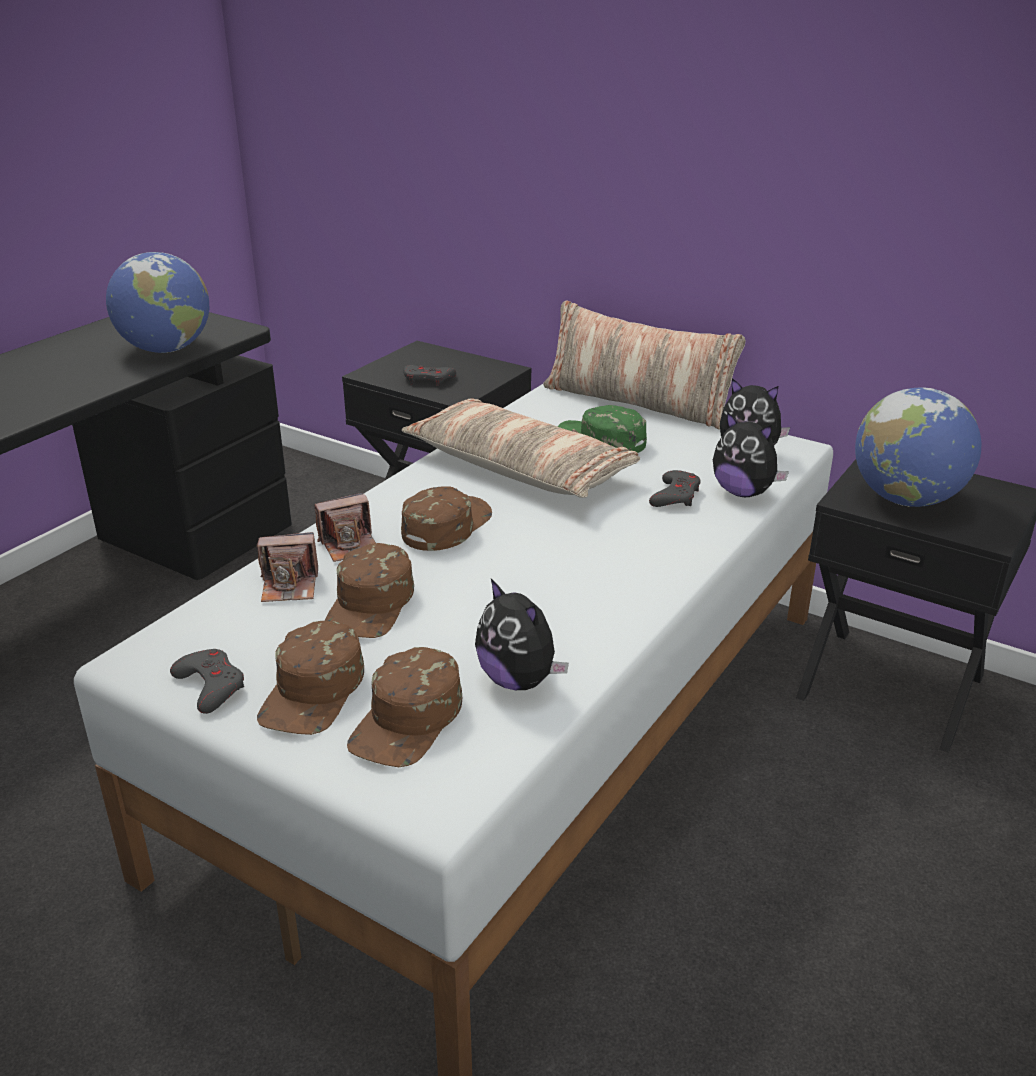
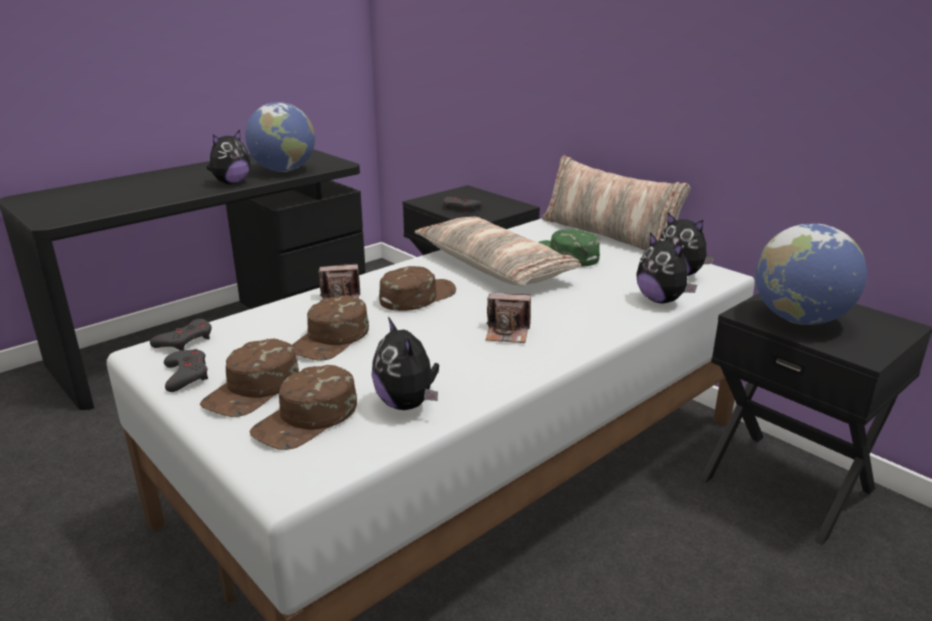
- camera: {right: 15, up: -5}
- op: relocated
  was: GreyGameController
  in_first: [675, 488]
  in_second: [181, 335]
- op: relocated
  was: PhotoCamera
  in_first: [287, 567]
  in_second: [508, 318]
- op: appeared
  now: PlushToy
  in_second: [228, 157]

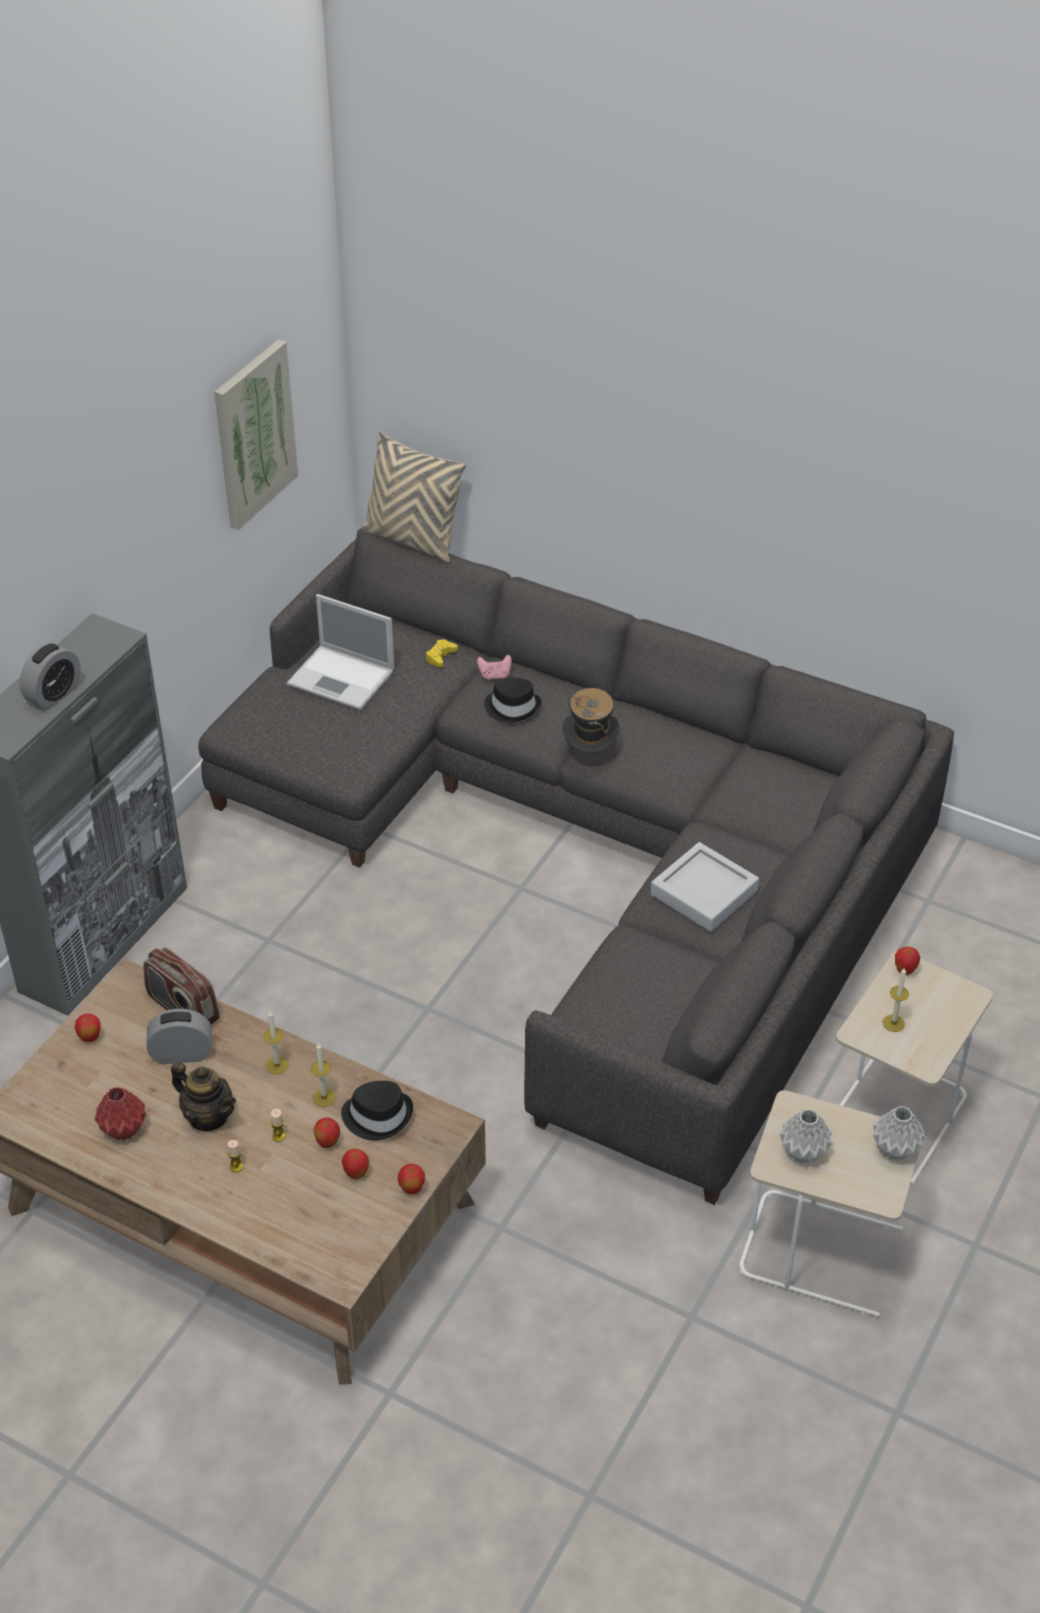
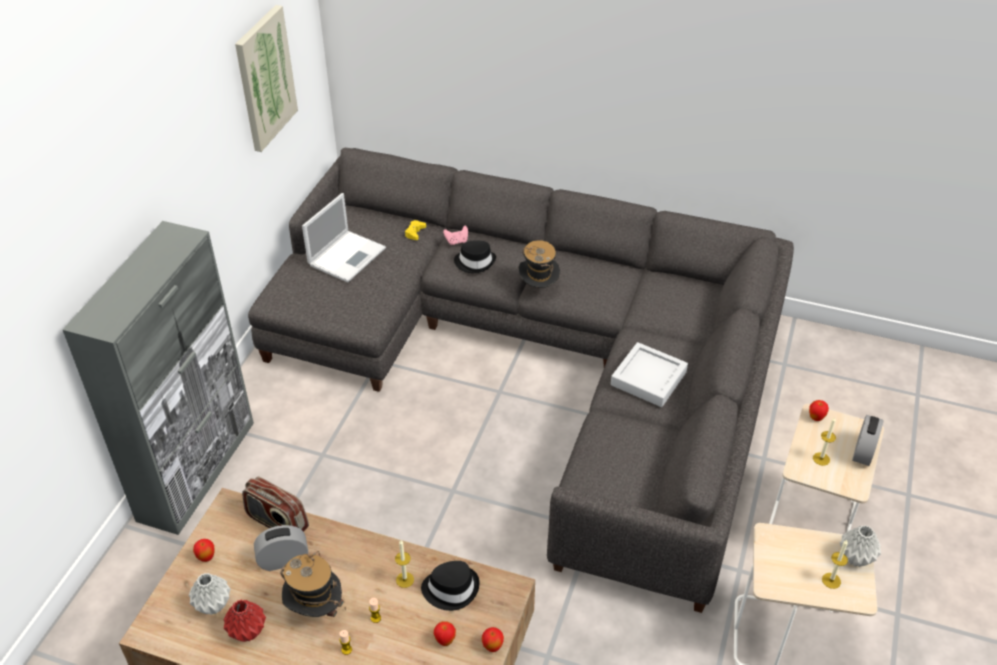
- camera: {right: -10, up: 0}
- op: missing
  was: BeigePillow
  in_first: [413, 496]
- op: spun
  was: Laptop
  in_first: [340, 652]
  in_second: [344, 238]
  clockwise: -75
- op: relocated
  was: AlarmClock
  in_first: [50, 676]
  in_second: [867, 440]
- op: relocated
  was: Candle
  in_first: [276, 1042]
  in_second: [835, 564]
- op: exchanged
  was: Teapot
  now: Hat
  in_first: [203, 1096]
  in_second: [313, 584]
- op: relocated
  was: GreyVase
  in_first: [806, 1136]
  in_second: [210, 594]
- op: missing
  was: Apple
  in_first: [327, 1132]

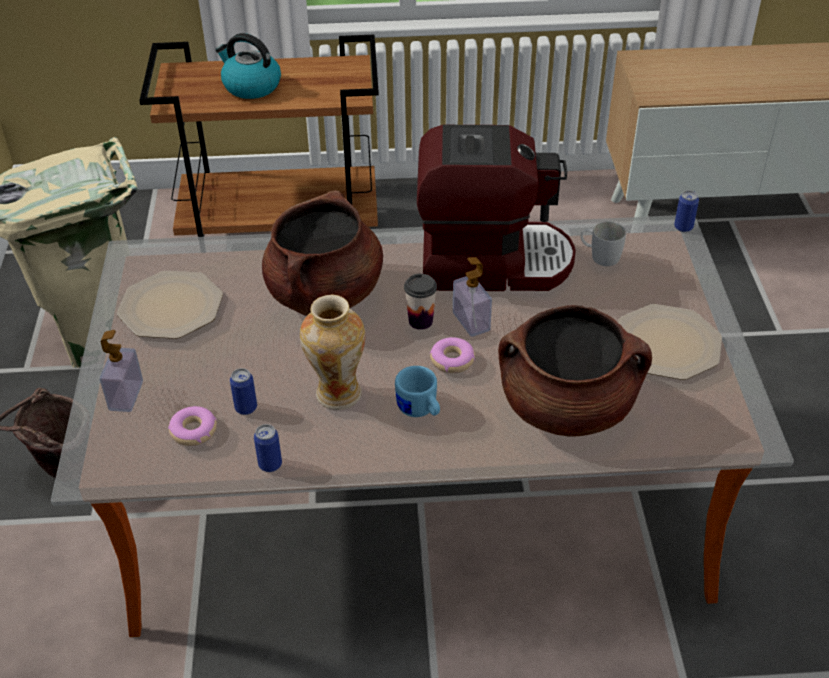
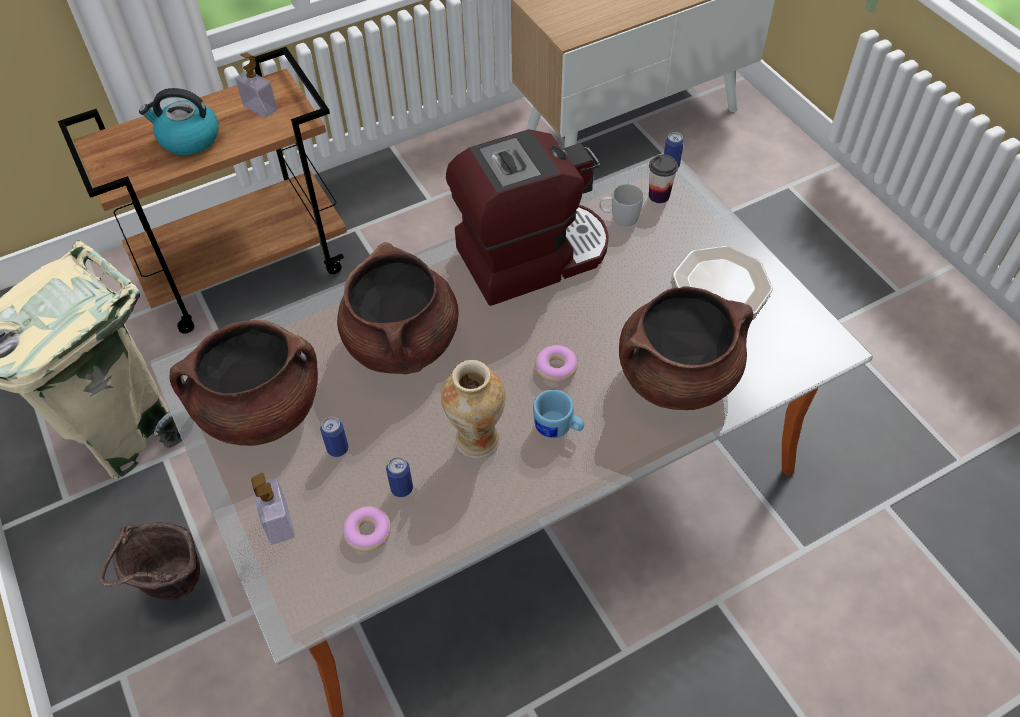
- camera: {right: -25, up: 10}
- op: relocated
  was: SoapDispenser
  in_first: [472, 297]
  in_second: [256, 85]
- op: exchanged
  was: Plate
  now: BrownCookingPot
  in_first: [170, 305]
  in_second: [243, 383]
- op: relocated
  was: Cup
  in_first: [420, 302]
  in_second: [663, 178]
- op: relocated
  was: Can
  in_first: [268, 448]
  in_second: [334, 437]

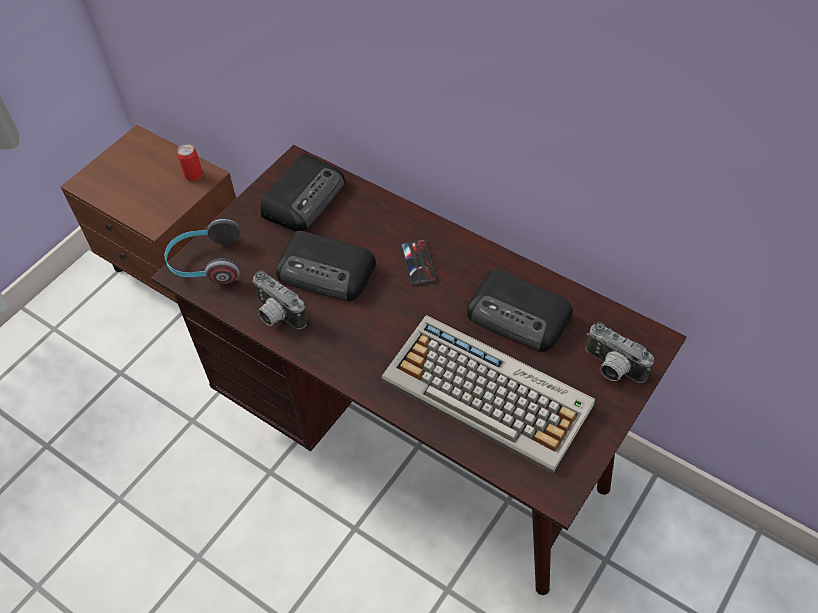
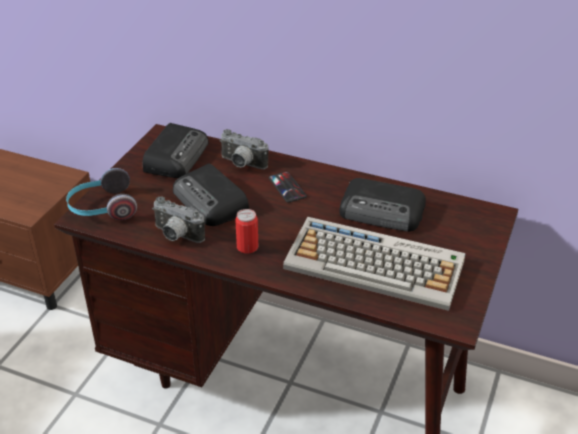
- camera: {right: -15, up: -15}
- op: relocated
  was: Can
  in_first: [190, 162]
  in_second: [246, 231]
- op: spun
  was: Radio
  in_first: [326, 266]
  in_second: [211, 195]
  clockwise: 45
- op: relocated
  was: PhotoCamera
  in_first: [620, 352]
  in_second: [243, 149]

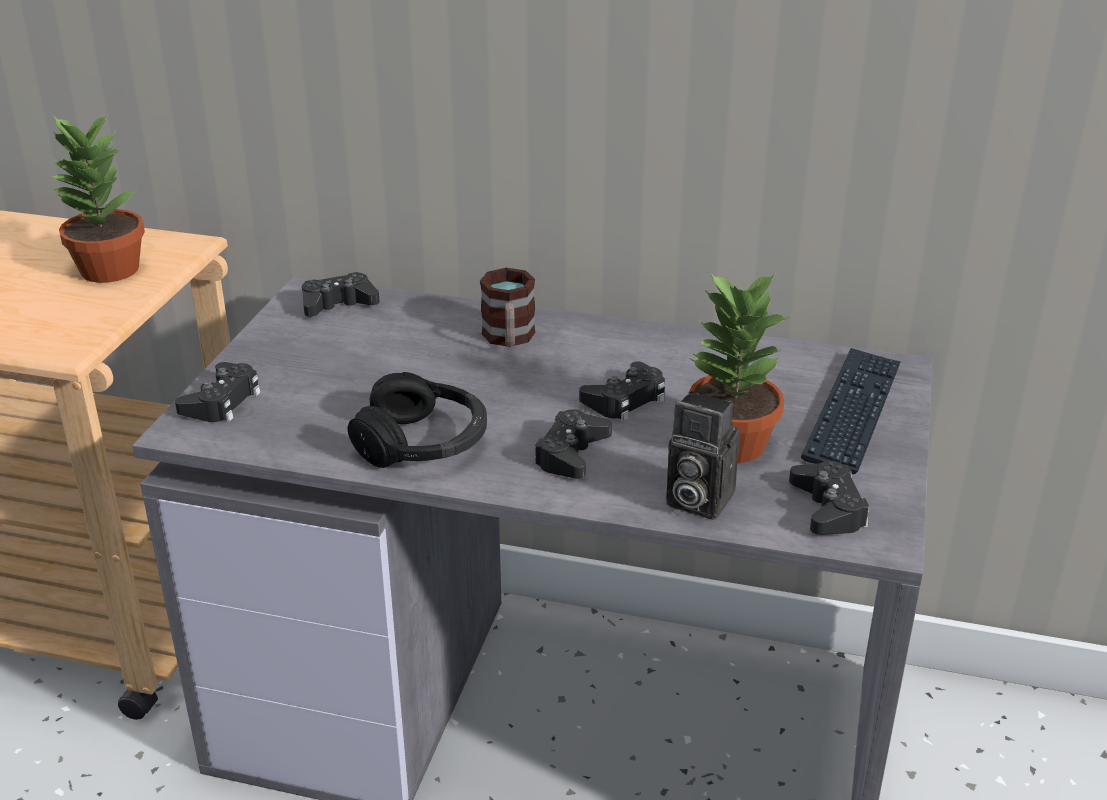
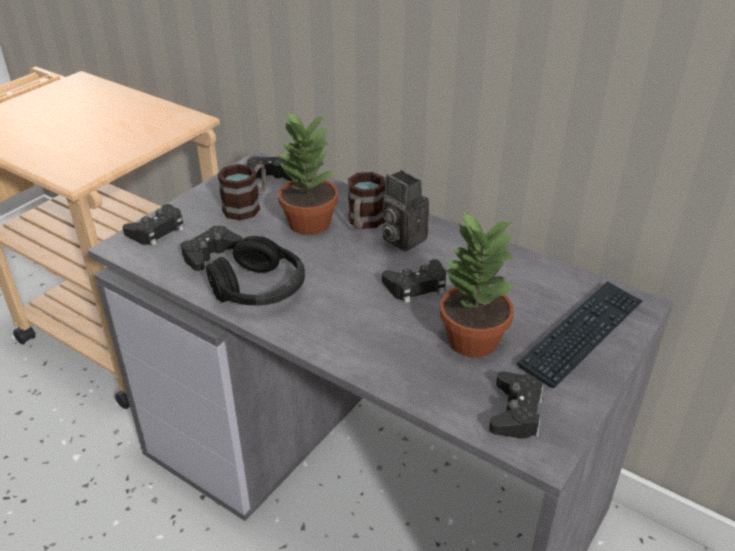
- camera: {right: 20, up: 5}
- op: relocated
  was: PottedPlant
  in_first: [96, 198]
  in_second: [307, 173]
- op: relocated
  was: PhotoCamera
  in_first: [703, 455]
  in_second: [405, 211]
- op: relocated
  was: BlackGameController
  in_first: [572, 444]
  in_second: [212, 248]
- op: appeared
  now: Mug
  in_second: [241, 192]

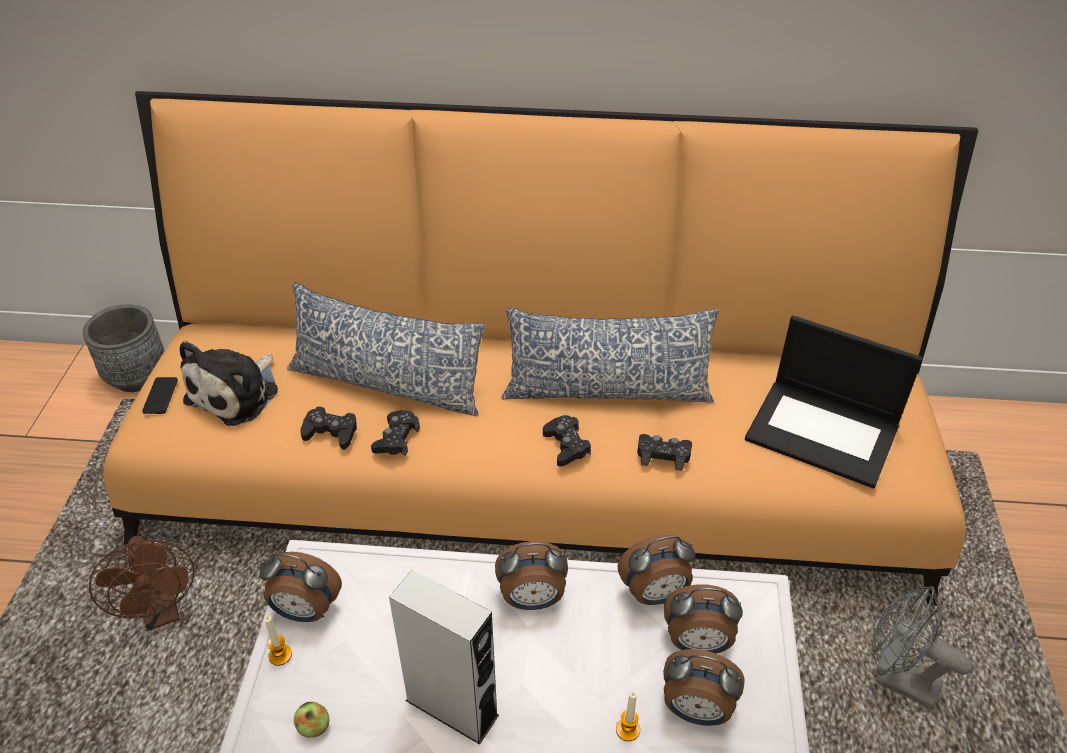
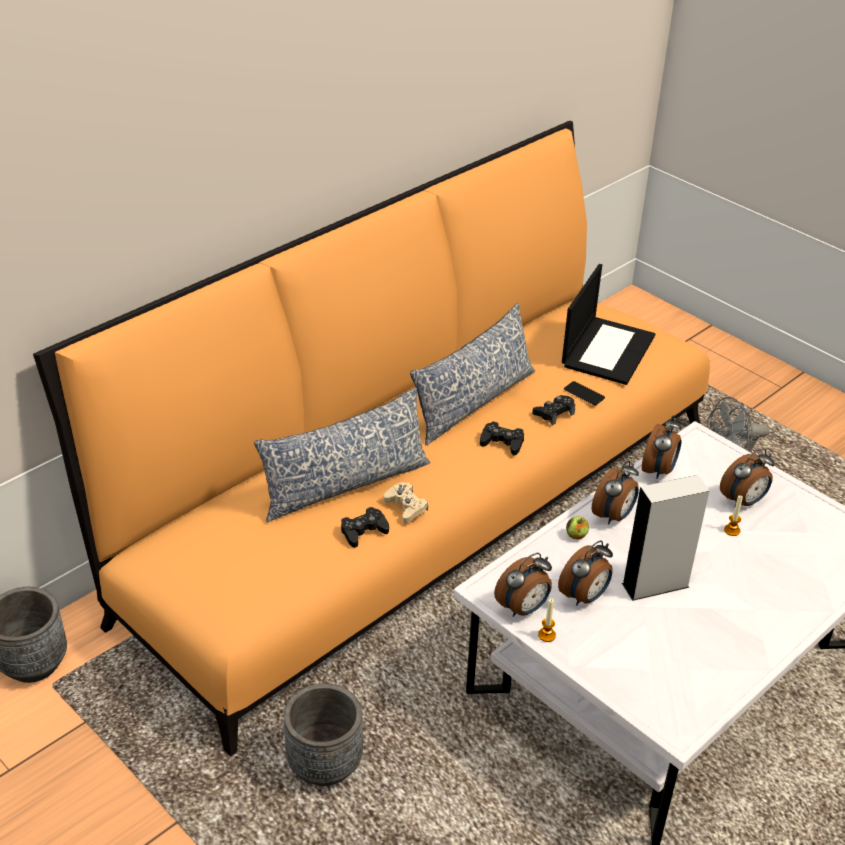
- camera: {right: -50, up: -5}
- op: spun
  was: Laptop
  in_first: [834, 402]
  in_second: [608, 324]
  clockwise: -45
- op: missing
  was: PlushToy
  in_first: [229, 383]
- op: relocated
  was: Phone
  in_first: [160, 395]
  in_second: [584, 393]
- op: colour
  was: BlackGameController
  now: BeigeGameController
  in_first: [395, 433]
  in_second: [406, 502]
- op: exchanged
  was: BrownFan
  now: GreyPlanter
  in_first: [142, 583]
  in_second: [323, 734]
- op: relocated
  was: AlarmClock
  in_first: [703, 619]
  in_second: [585, 573]
- op: relocated
  was: Apple
  in_first: [312, 720]
  in_second: [577, 527]

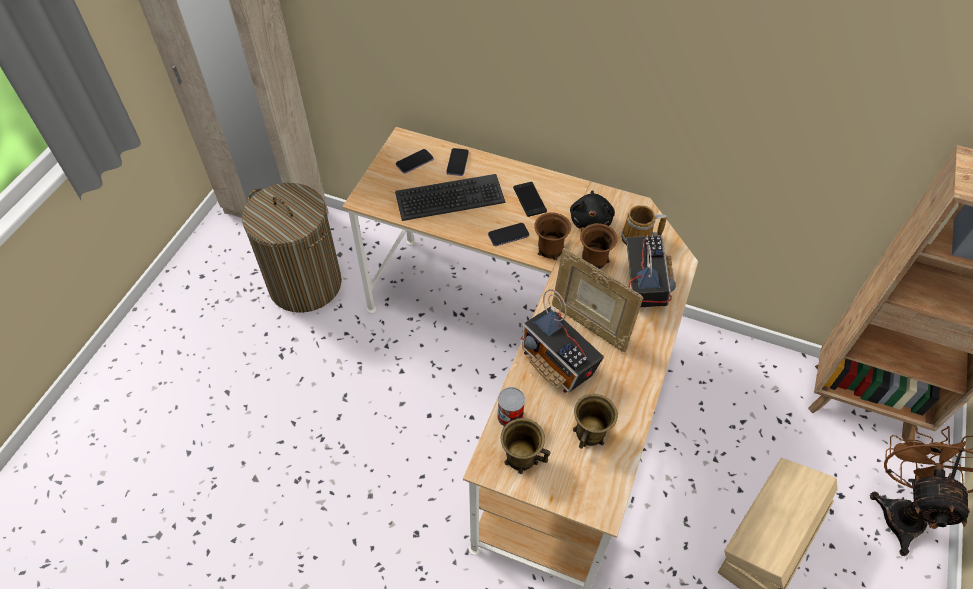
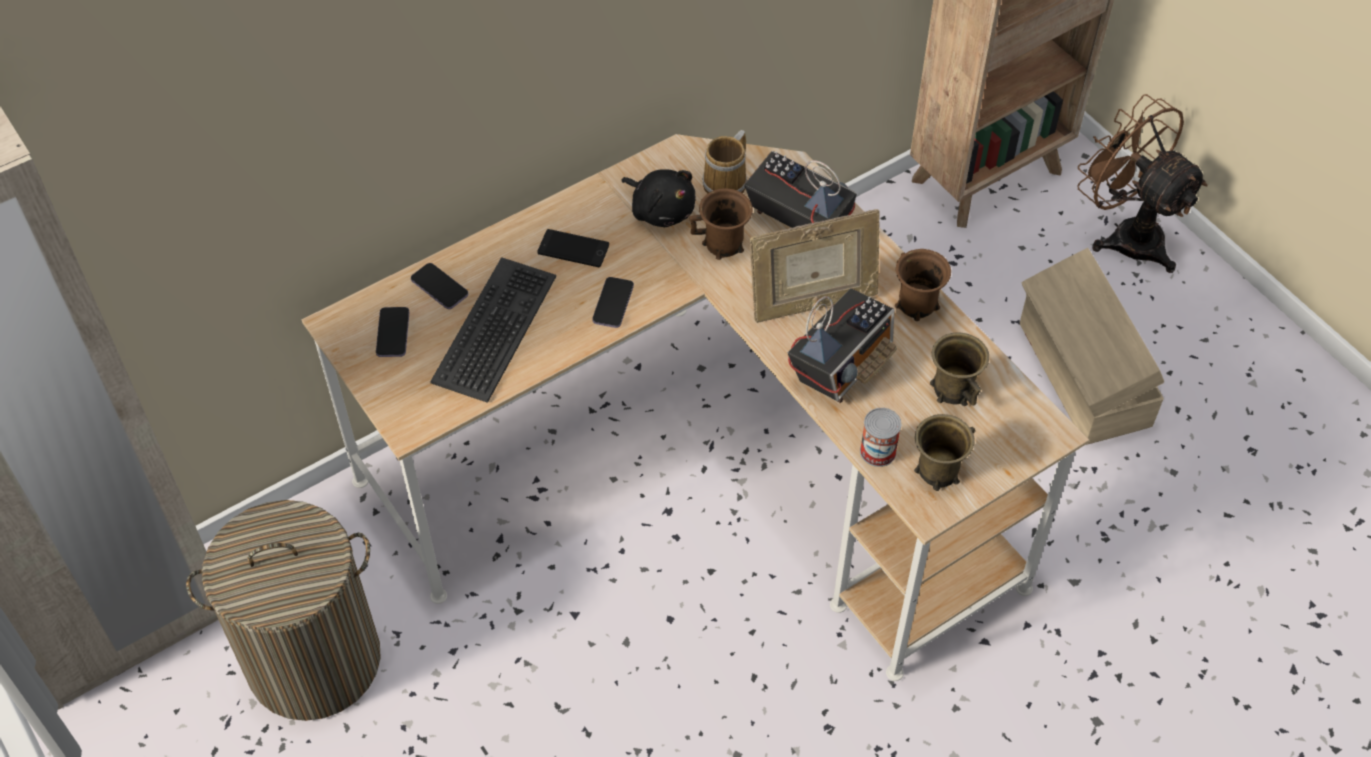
- camera: {right: -55, up: 0}
- op: relocated
  was: BrownMug
  in_first: [552, 236]
  in_second: [923, 285]
- op: spun
  was: Radio
  in_first: [562, 341]
  in_second: [842, 345]
  clockwise: -45

